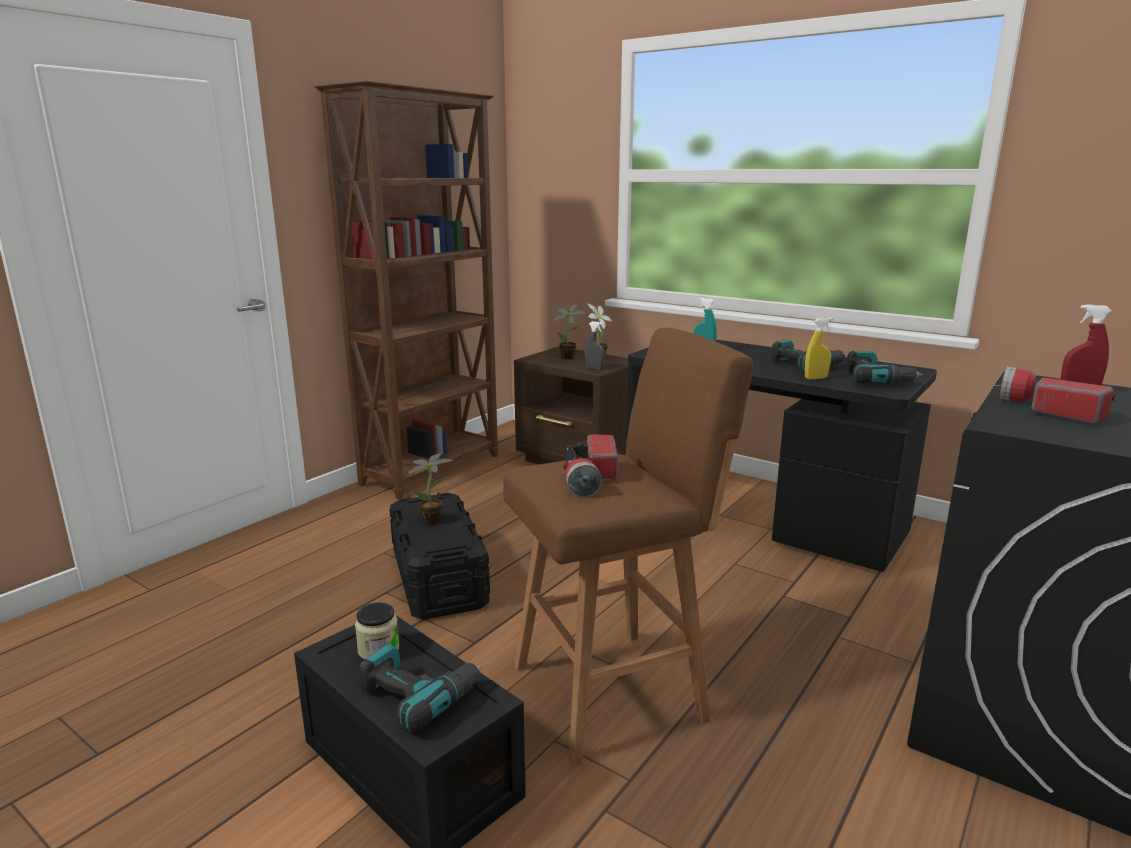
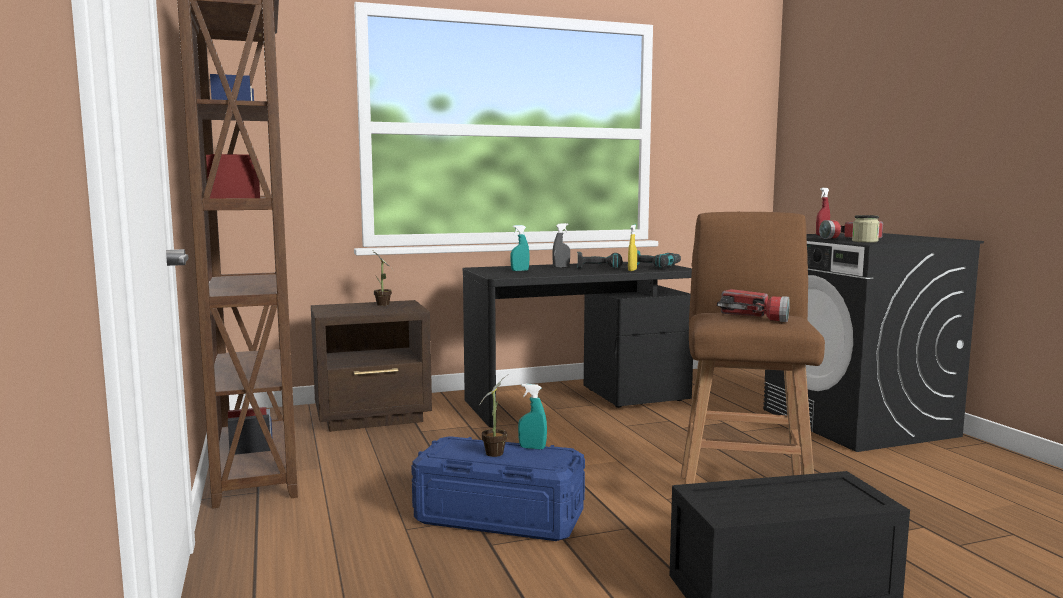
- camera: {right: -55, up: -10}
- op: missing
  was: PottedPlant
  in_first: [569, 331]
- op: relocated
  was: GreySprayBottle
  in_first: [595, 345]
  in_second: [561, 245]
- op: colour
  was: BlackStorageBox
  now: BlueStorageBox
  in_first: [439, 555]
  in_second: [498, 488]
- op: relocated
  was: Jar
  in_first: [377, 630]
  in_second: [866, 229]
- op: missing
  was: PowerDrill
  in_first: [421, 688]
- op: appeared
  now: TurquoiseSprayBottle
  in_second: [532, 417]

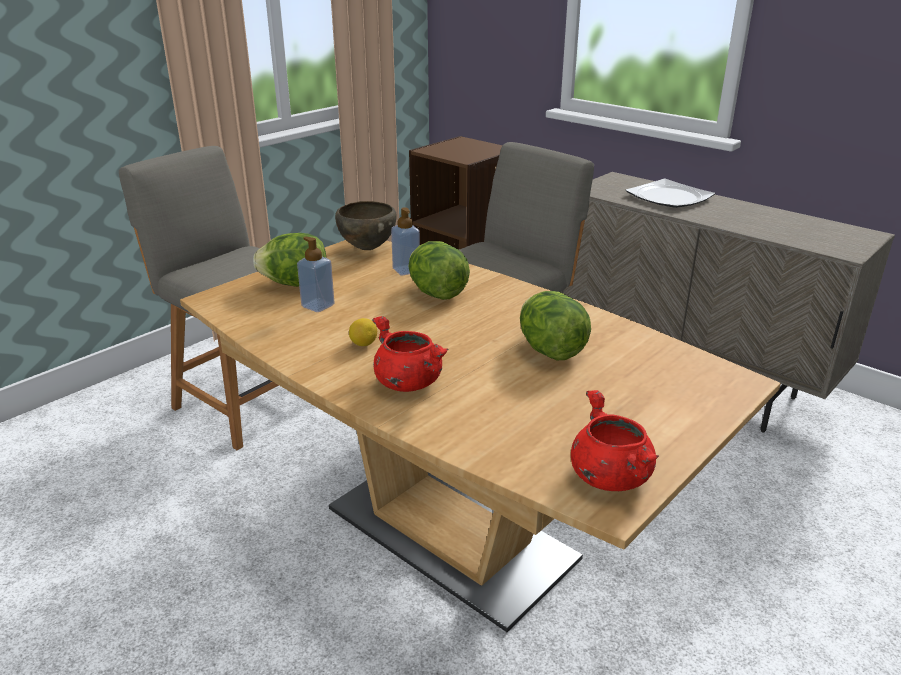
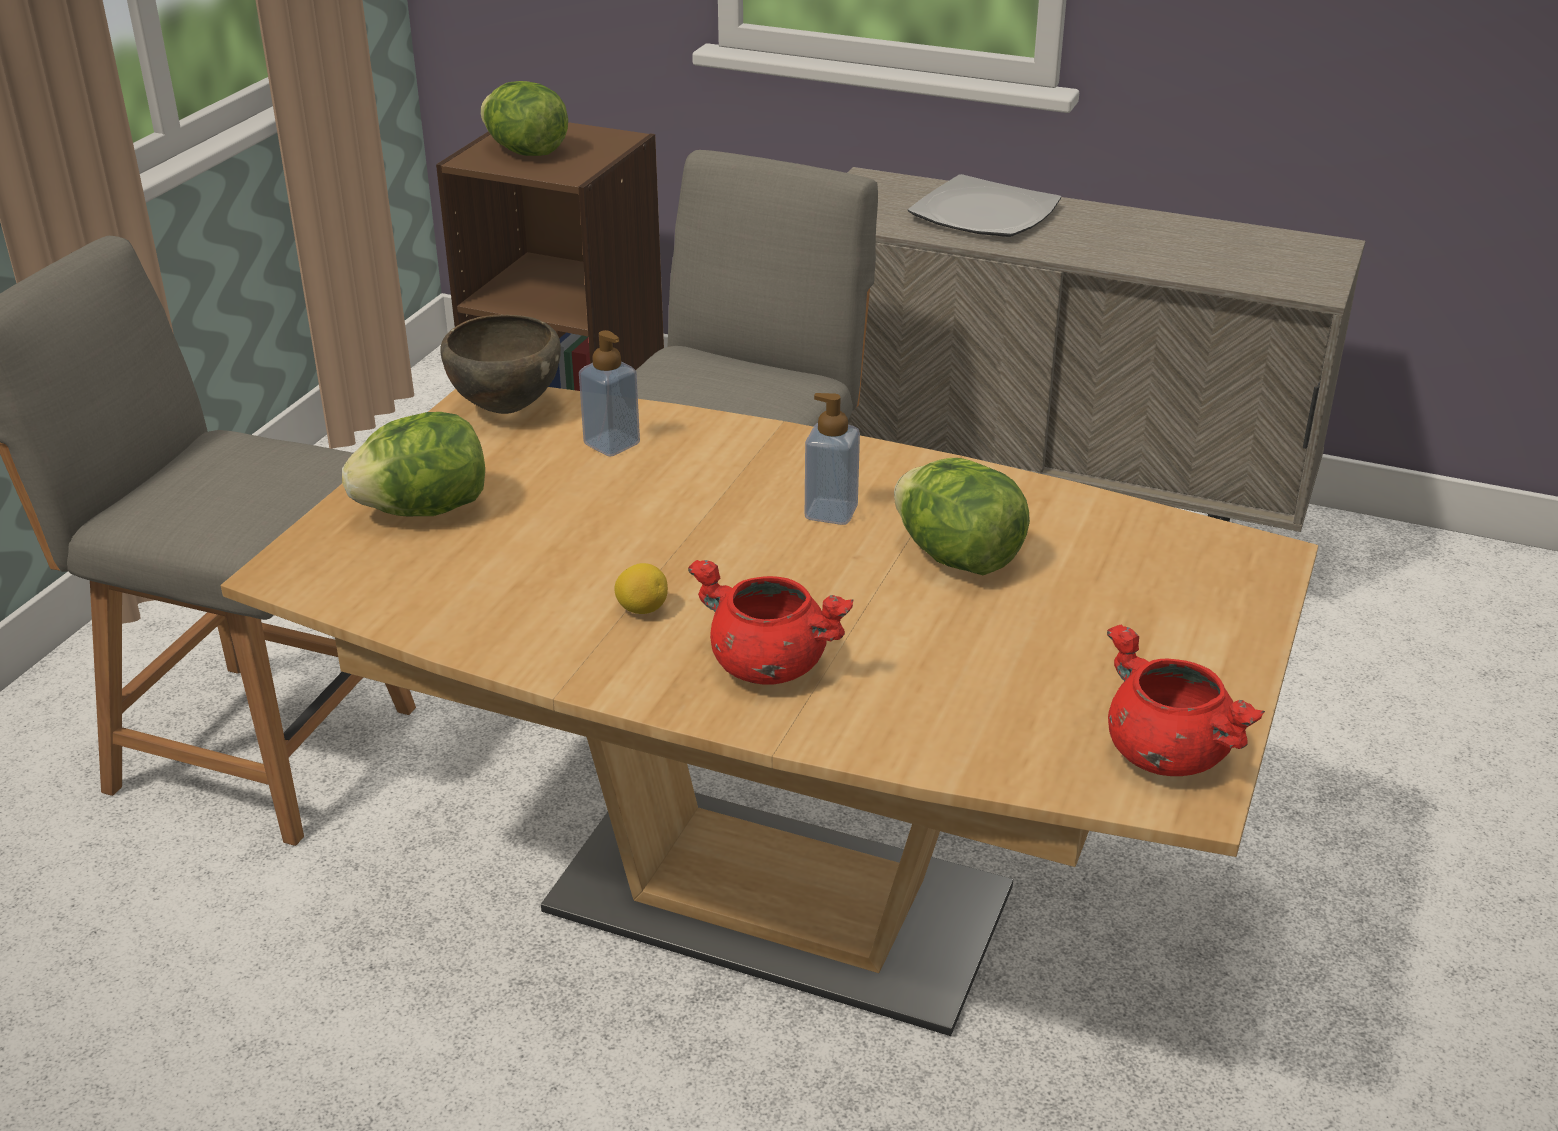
- camera: {right: -20, up: 5}
- op: relocated
  was: SoapDispenser
  in_first: [315, 274]
  in_second: [832, 459]
- op: relocated
  was: Lettuce
  in_first: [439, 270]
  in_second: [524, 118]

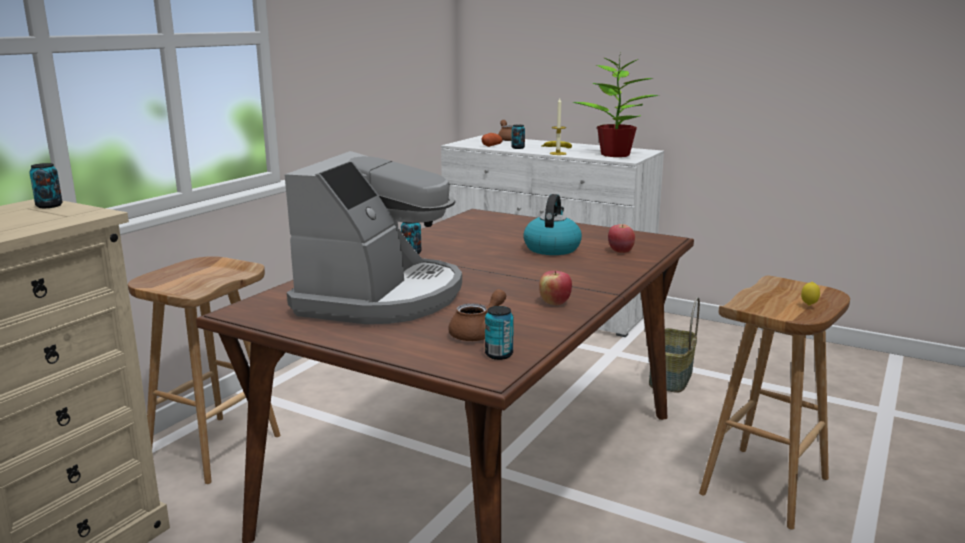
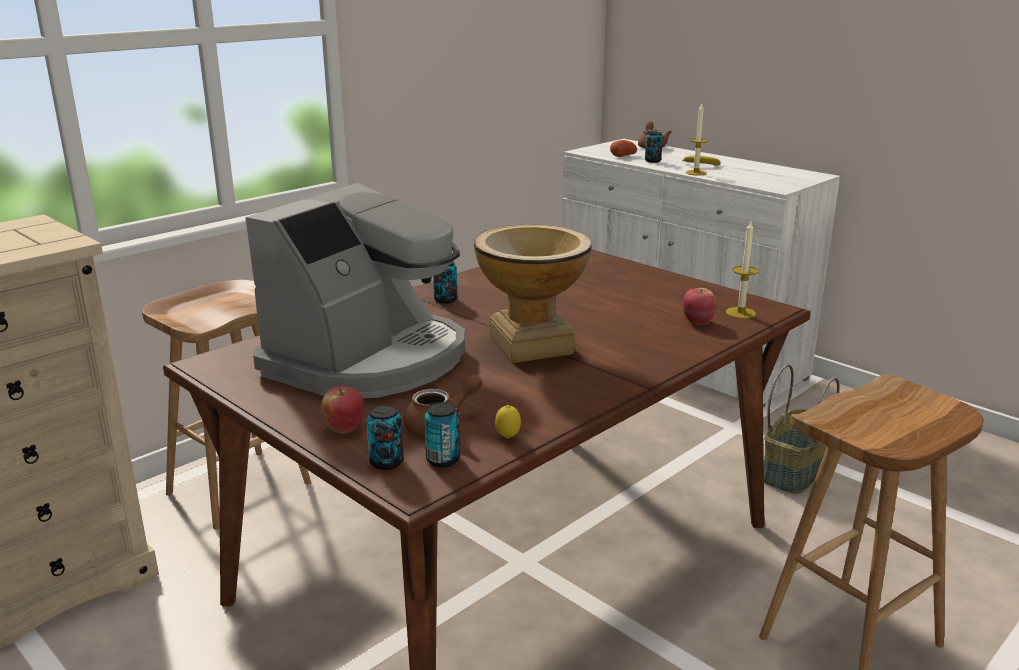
- camera: {right: 15, up: 5}
- op: missing
  was: PottedPlant
  in_first: [616, 105]
- op: relocated
  was: Can
  in_first: [46, 185]
  in_second: [385, 437]
- op: missing
  was: Kettle
  in_first: [552, 224]
- op: relocated
  was: Apple
  in_first: [555, 288]
  in_second: [342, 410]
- op: relocated
  was: Lemon
  in_first: [810, 294]
  in_second: [508, 422]
- op: appeared
  now: Candle
  in_second: [742, 270]
- op: appeared
  now: Vase
  in_second: [533, 293]

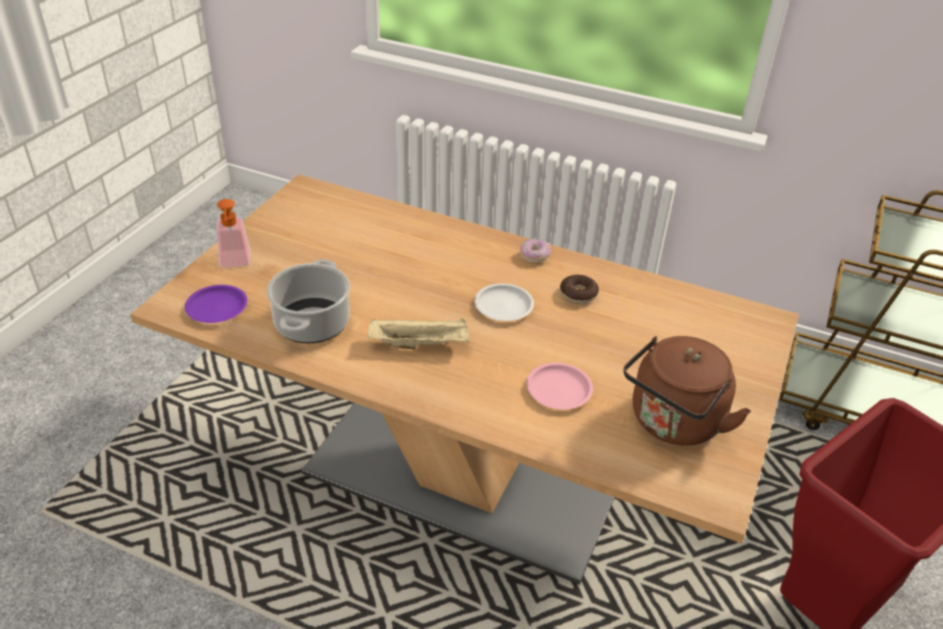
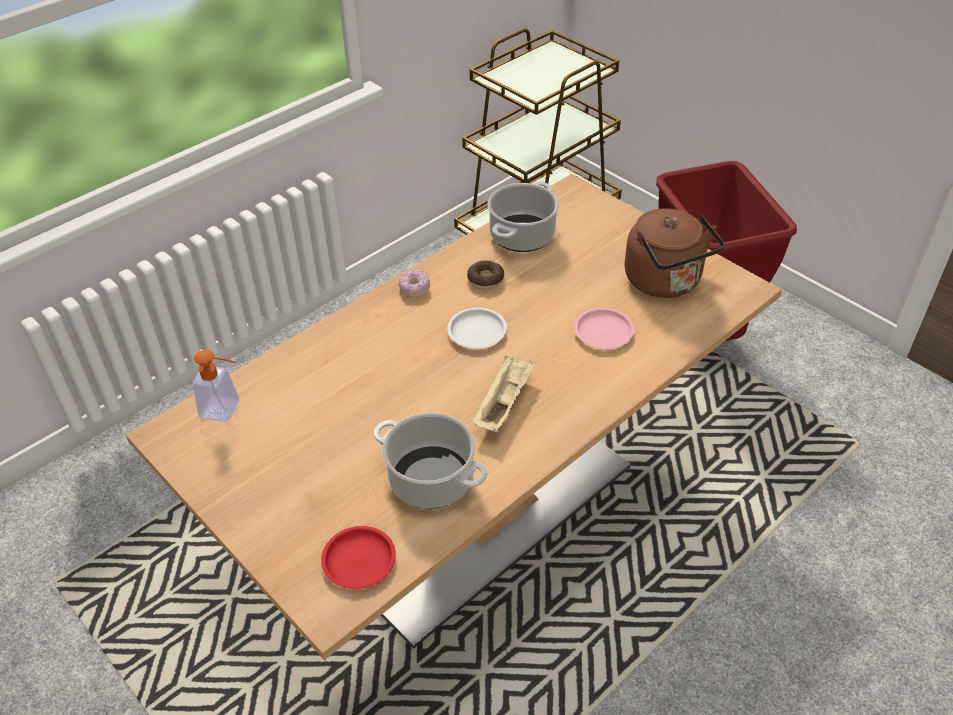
- camera: {right: -65, up: 5}
- op: relocated
  was: SoapDispenser
  in_first: [233, 233]
  in_second: [216, 386]
- op: colour
  was: PurplePlate
  now: RedPlate
  in_first: [216, 304]
  in_second: [358, 557]
- op: appeared
  now: CookingPot
  in_second: [523, 217]

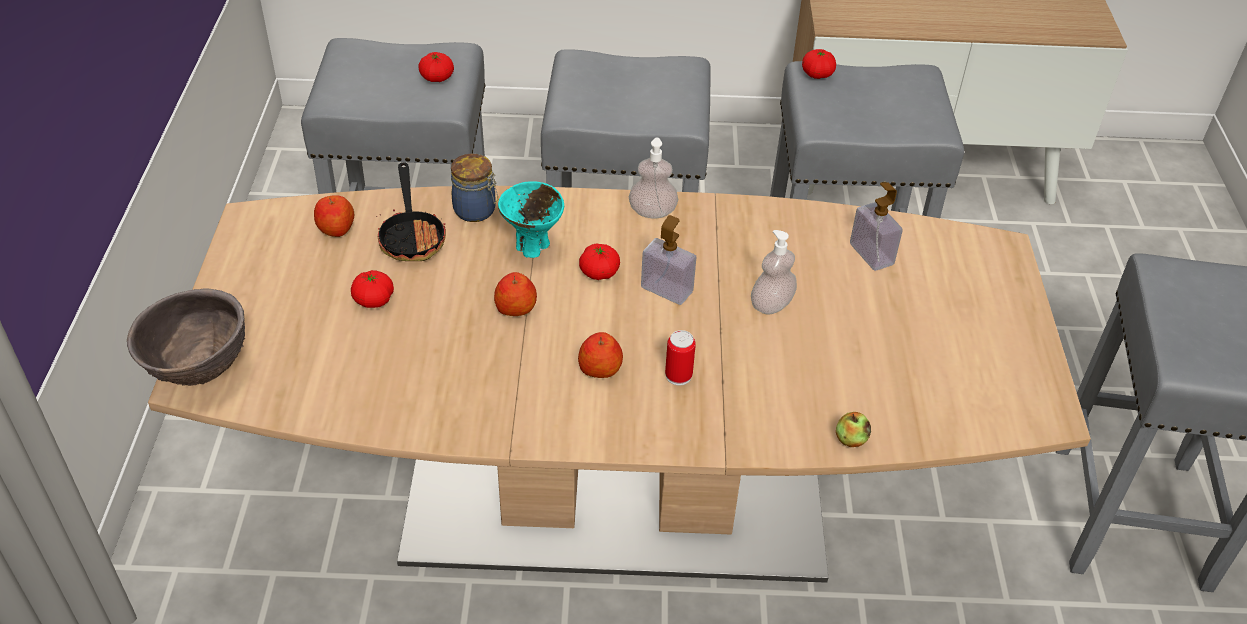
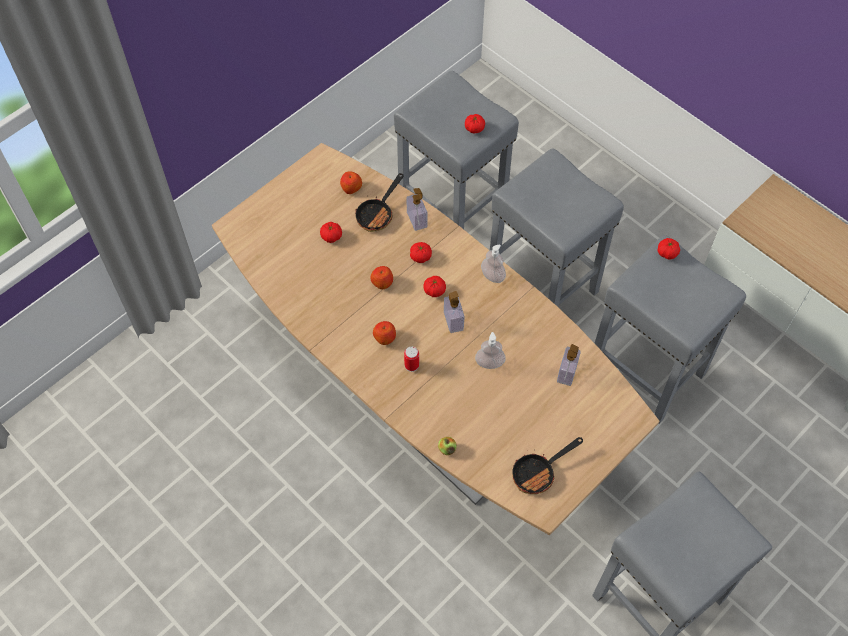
- camera: {right: 45, up: 15}
- op: exchanged
  was: Jar
  now: SoapDispenser
  in_first: [474, 188]
  in_second: [416, 209]
- op: exchanged
  was: TurquoiseBowl
  now: Tomato
  in_first: [531, 219]
  in_second: [421, 252]
- op: missing
  was: BrownBowl
  in_first: [186, 337]
- op: appeared
  now: FryingPan
  in_second: [547, 465]

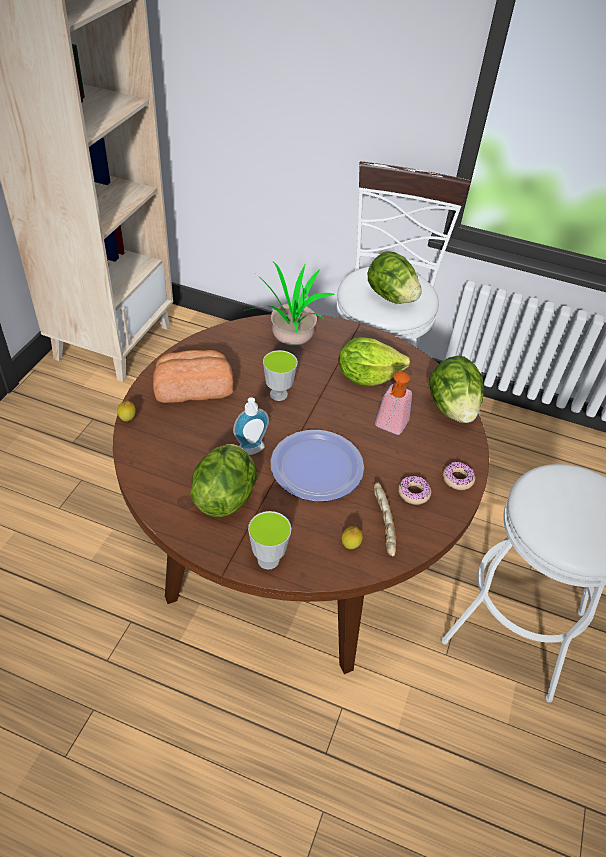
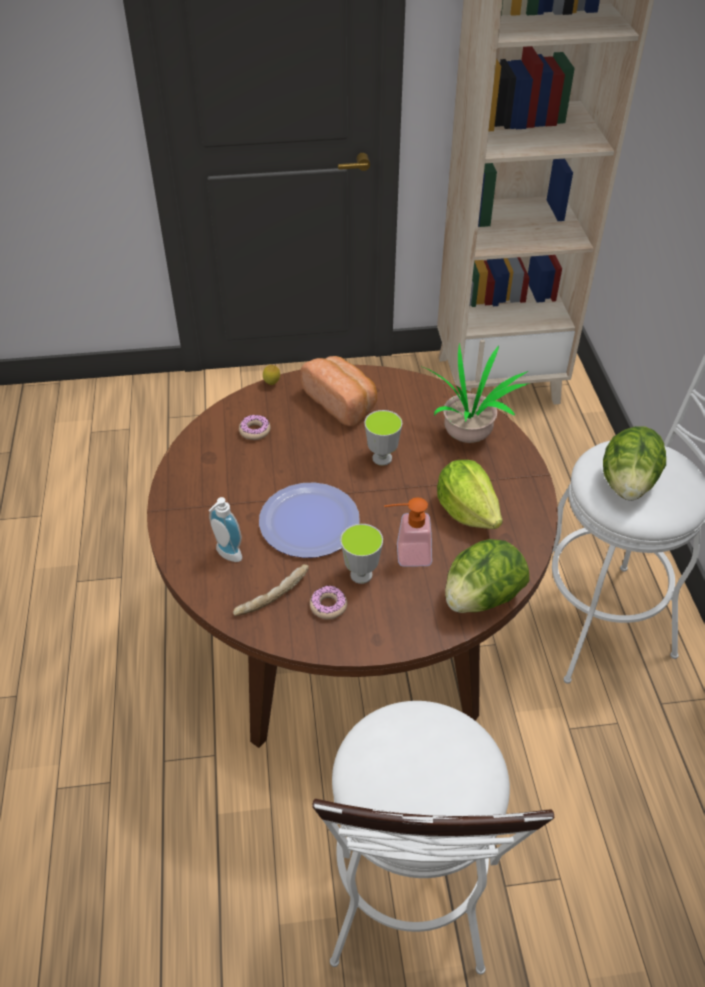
- camera: {right: 65, up: 0}
- op: relocated
  was: SoapDispenser
  in_first: [251, 426]
  in_second: [225, 529]
- op: missing
  was: Lettuce
  in_first: [223, 480]
- op: relocated
  was: Donut
  in_first: [459, 475]
  in_second: [254, 427]
- op: relocated
  was: Cup
  in_first: [269, 540]
  in_second: [361, 554]
- op: missing
  was: Lemon
  in_first: [352, 537]

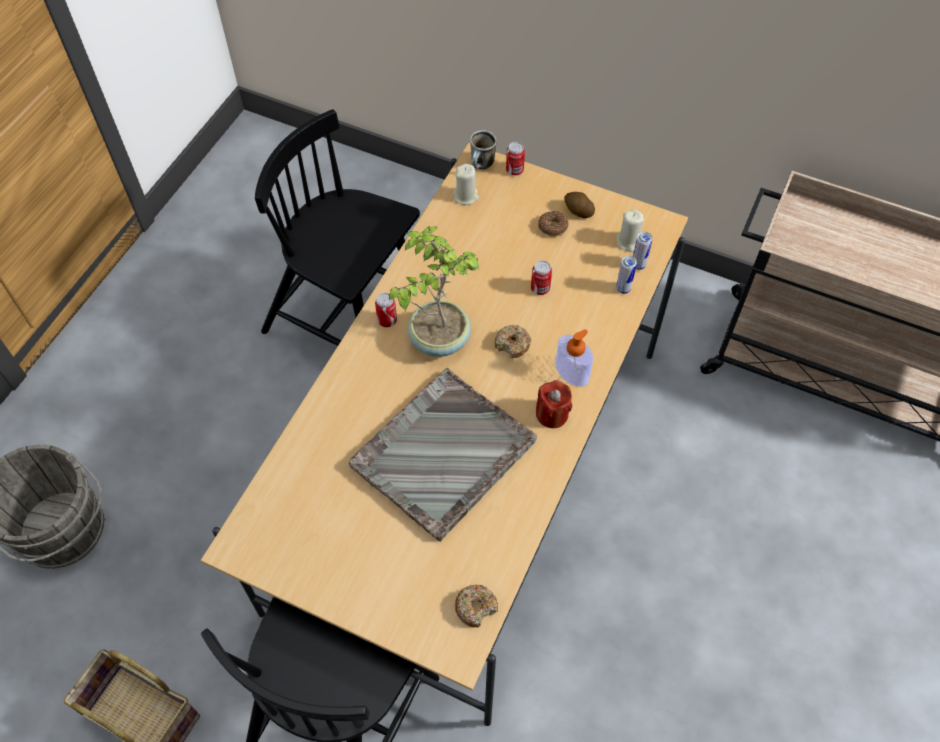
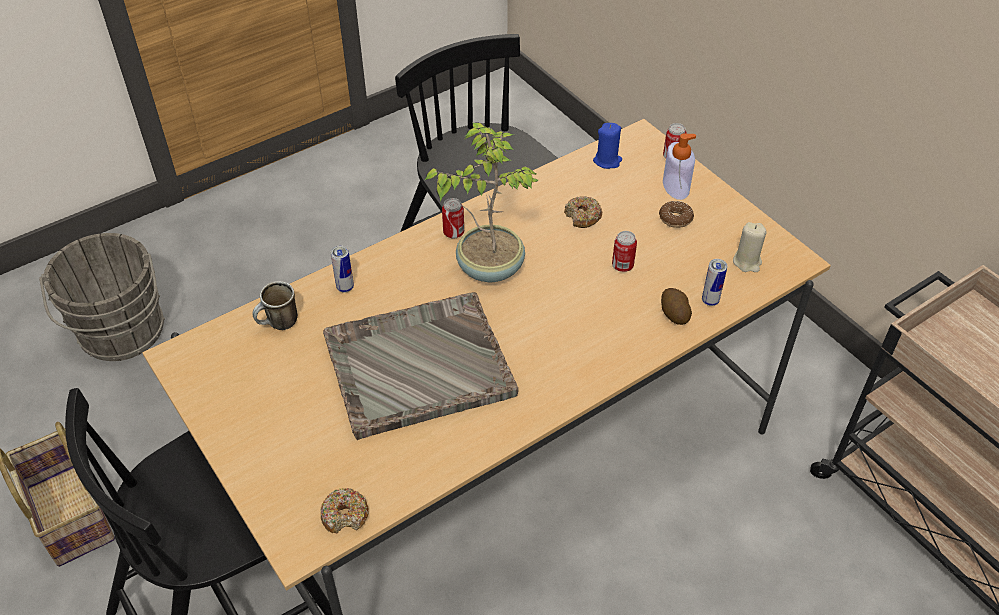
- camera: {right: 30, up: -10}
- op: relocated
  was: Mug
  in_first: [483, 149]
  in_second: [275, 305]
- op: colour
  was: BeigeCandle
  now: BlueCandle
  in_first: [466, 184]
  in_second: [607, 146]
- op: relocated
  was: Potato
  in_first: [579, 205]
  in_second: [676, 306]
- op: relocated
  was: Can
  in_first: [643, 251]
  in_second: [342, 269]
- op: relocated
  was: Donut
  in_first: [513, 341]
  in_second: [583, 212]
- op: relocated
  was: SoapDispenser
  in_first: [574, 358]
  in_second: [679, 167]
- op: missing
  was: RedCandle
  in_first: [554, 404]

